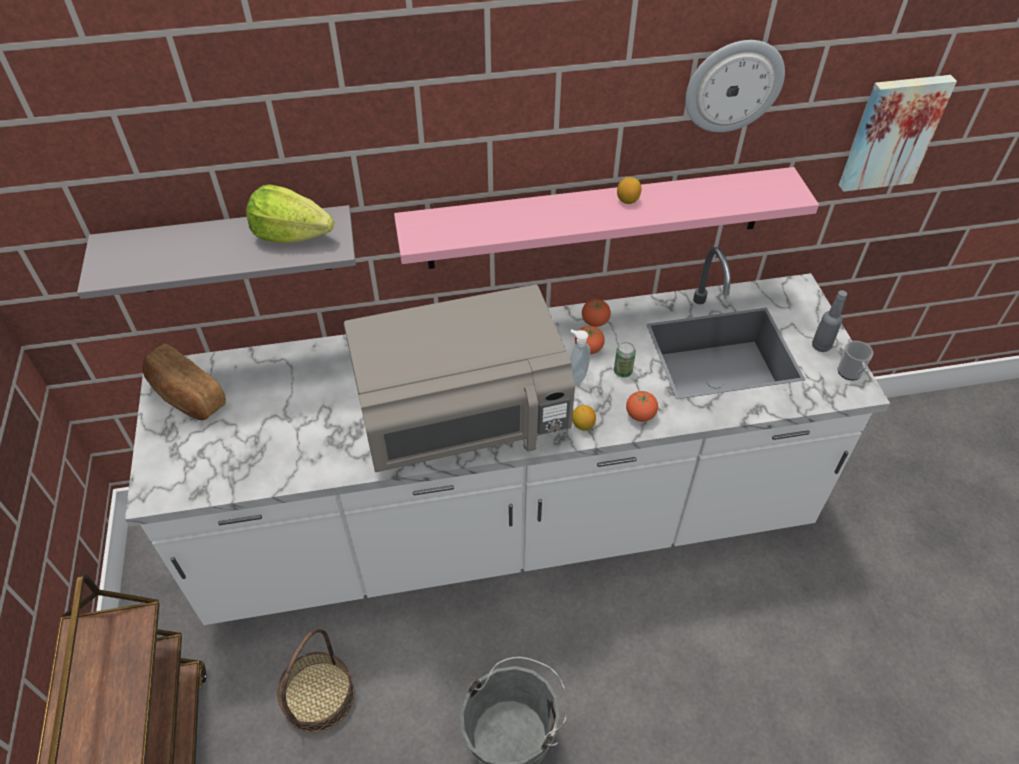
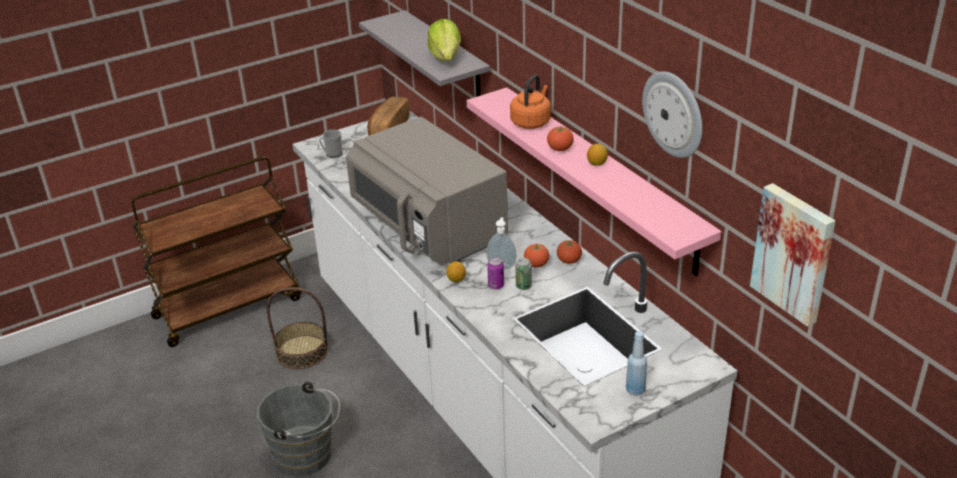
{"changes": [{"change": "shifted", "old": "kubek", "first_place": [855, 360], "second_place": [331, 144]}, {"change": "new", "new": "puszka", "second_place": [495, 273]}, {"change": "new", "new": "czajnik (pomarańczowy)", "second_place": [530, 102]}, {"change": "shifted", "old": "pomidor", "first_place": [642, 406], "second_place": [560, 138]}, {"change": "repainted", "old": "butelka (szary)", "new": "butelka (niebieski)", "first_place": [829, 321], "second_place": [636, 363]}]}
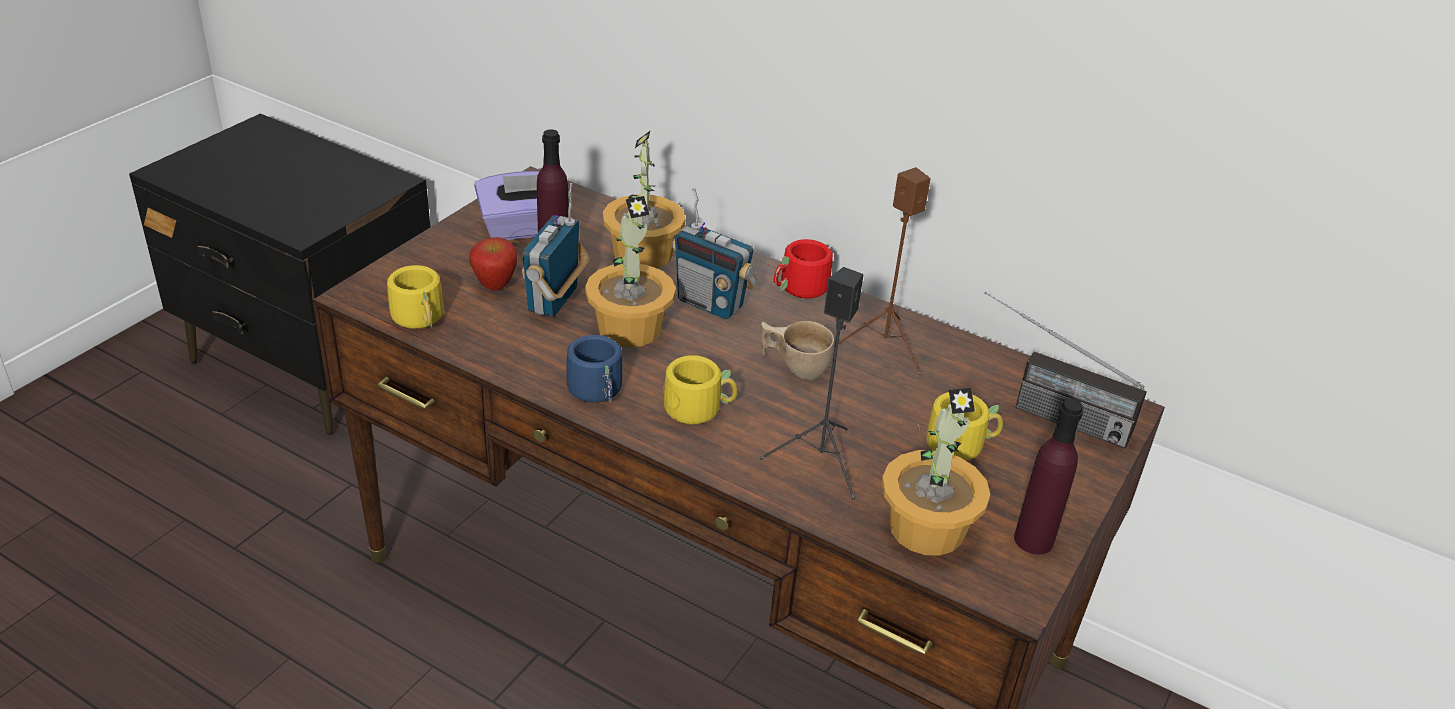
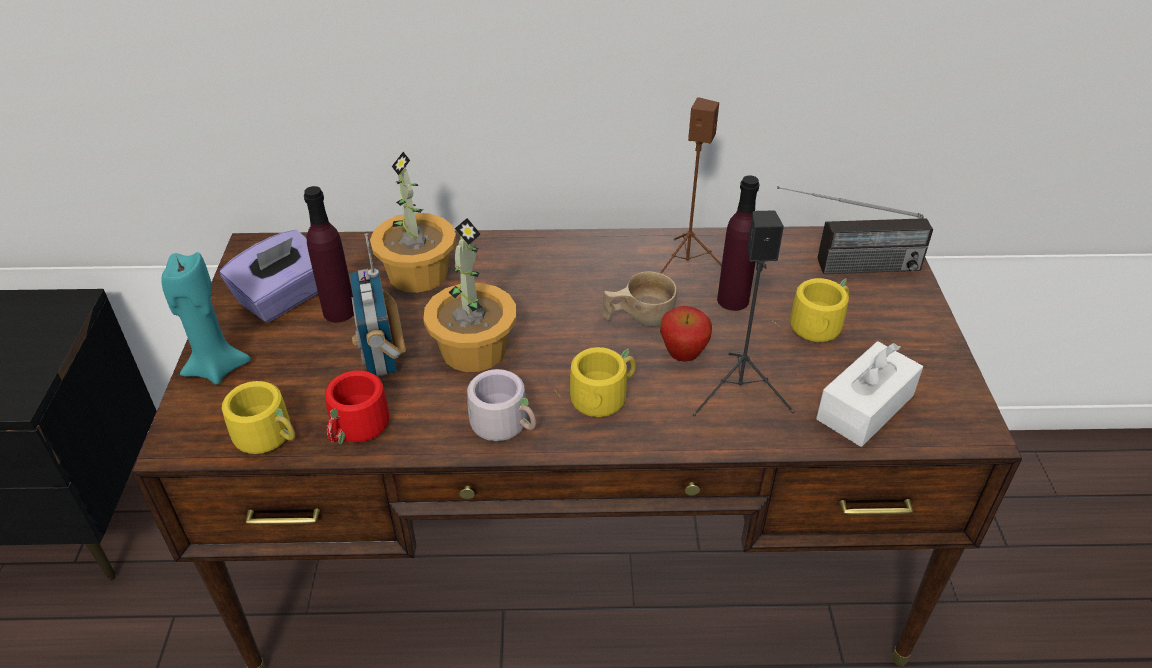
{"changes": [{"change": "new", "new": "świeca (turkusowy)", "second_place": [206, 318]}, {"change": "shifted", "old": "kubek (czerwony)", "first_place": [803, 269], "second_place": [367, 407]}, {"change": "repainted", "old": "kubek (niebieski)", "new": "kubek (szary)", "first_place": [594, 369], "second_place": [501, 405]}, {"change": "shifted", "old": "jabłko", "first_place": [493, 264], "second_place": [686, 334]}, {"change": "shifted", "old": "butelka (fioletowy)", "first_place": [1049, 476], "second_place": [738, 243]}, {"change": "swapped", "old": "roślina doniczkowa", "new": "pudełko chusteczek (biały)", "first_place": [936, 472], "second_place": [869, 394]}, {"change": "gone", "old": "radio", "first_place": [715, 253]}]}
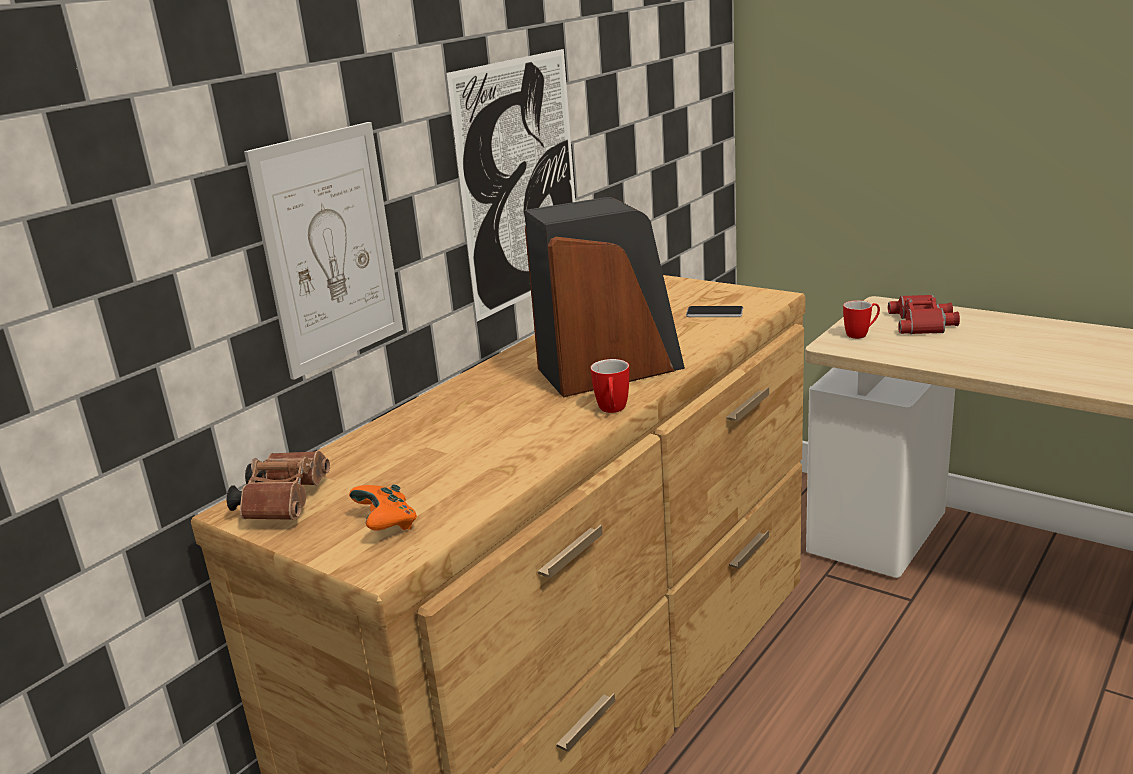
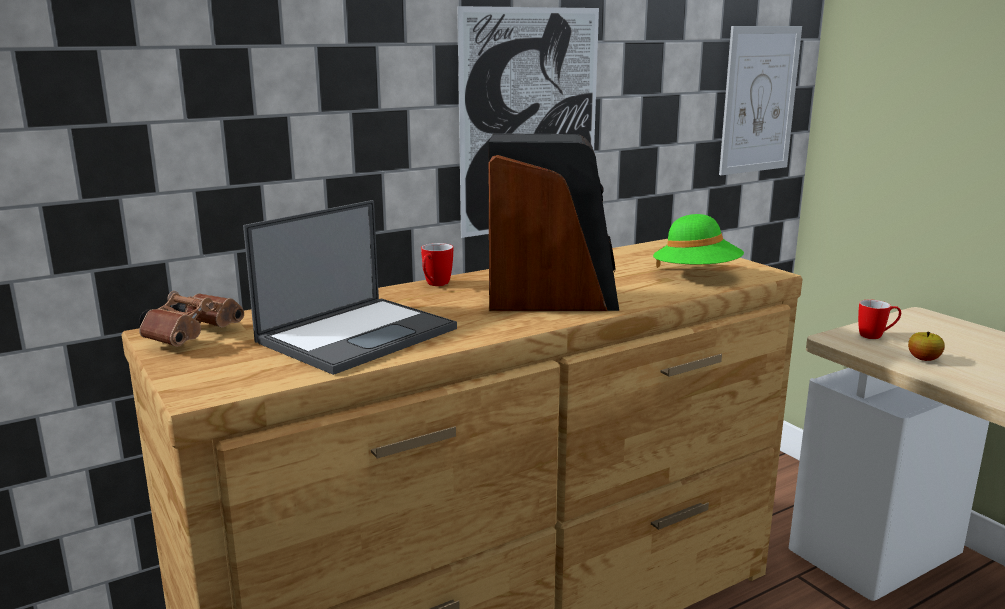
{"changes": [{"change": "new", "new": "laptop", "second_place": [350, 287]}, {"change": "shifted", "old": "kubek", "first_place": [609, 386], "second_place": [437, 264]}, {"change": "swapped", "old": "telefon", "new": "kapelusz (zielony)", "first_place": [714, 311], "second_place": [698, 241]}, {"change": "shifted", "old": "obraz", "first_place": [323, 251], "second_place": [760, 100]}, {"change": "new", "new": "jabłko", "second_place": [926, 346]}, {"change": "gone", "old": "pad do gier (pomarańczowy)", "first_place": [383, 507]}, {"change": "gone", "old": "lornetka (czerwony)", "first_place": [924, 314]}]}
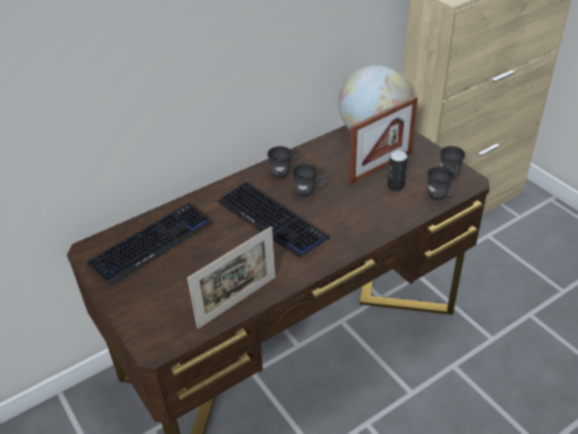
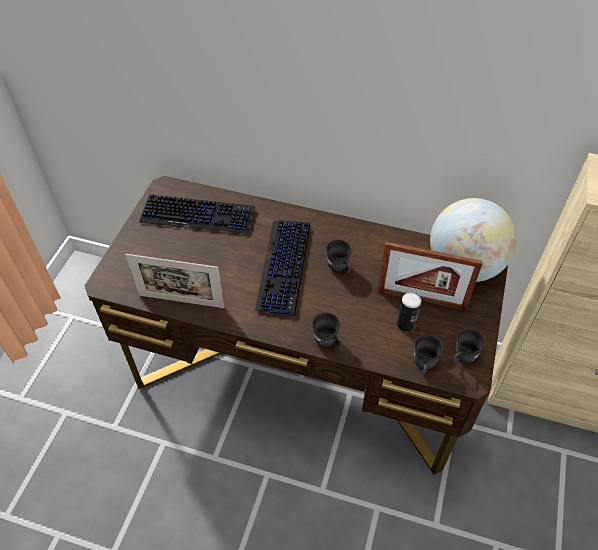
{"changes": [{"change": "shifted", "old": "kubek (szary)", "first_place": [284, 162], "second_place": [327, 330]}]}
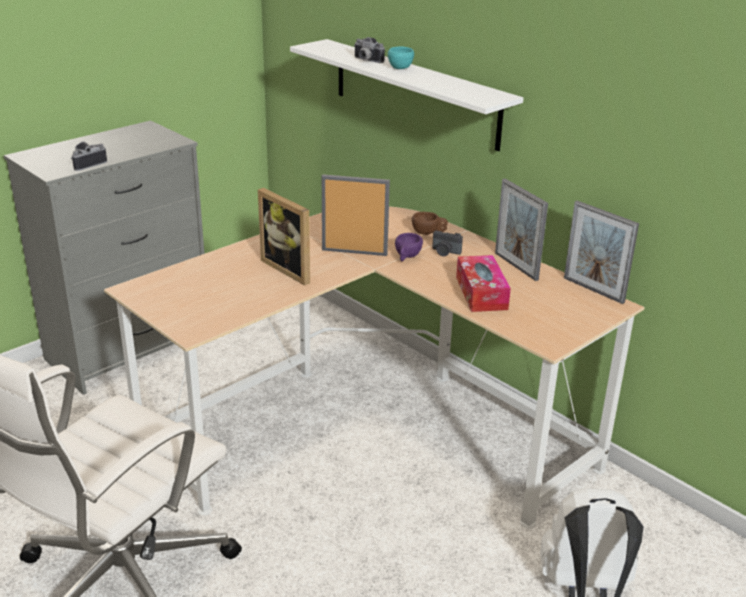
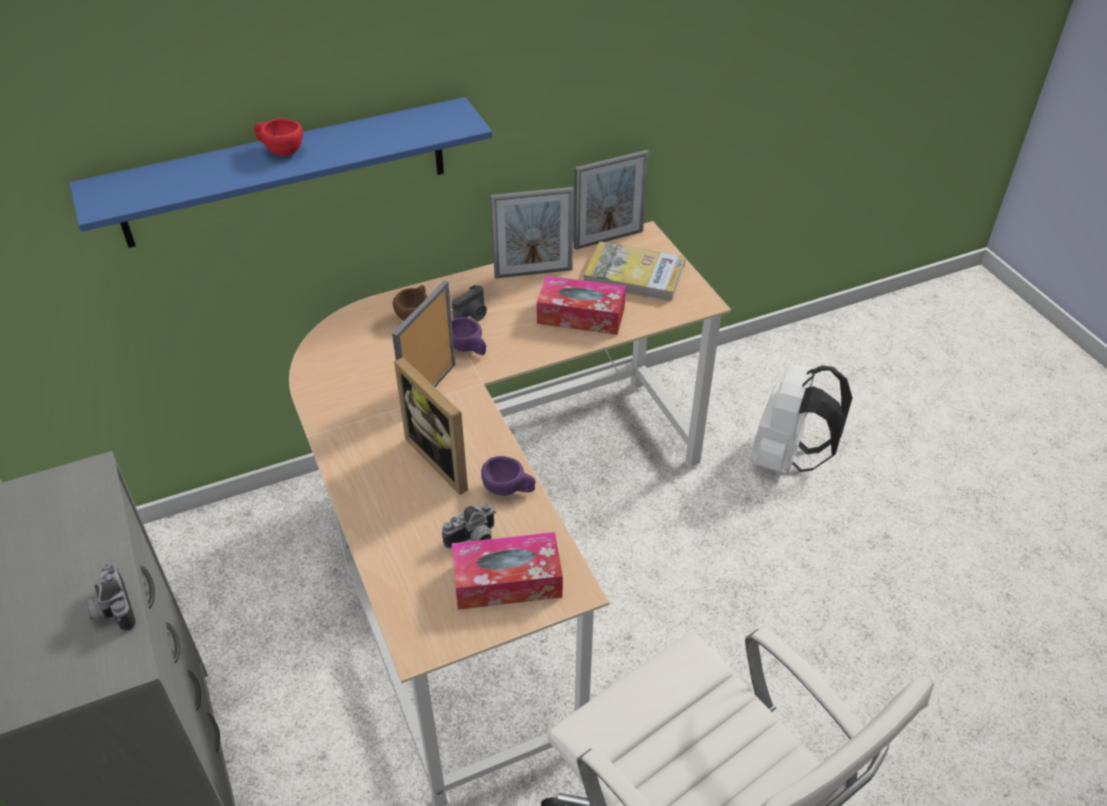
{"changes": [{"change": "repainted", "old": "półka (biały)", "new": "półka (niebieski)", "first_place": [407, 95], "second_place": [280, 172]}, {"change": "repainted", "old": "filiżanka (turkusowy)", "new": "filiżanka (czerwony)", "first_place": [401, 57], "second_place": [278, 137]}, {"change": "rotated", "old": "ramka na zdjęcie", "first_place": [284, 237], "second_place": [431, 426], "degrees": 75}, {"change": "shifted", "old": "aparat fotograficzny", "first_place": [369, 50], "second_place": [469, 526]}, {"change": "new", "new": "pudełko chusteczek", "second_place": [507, 571]}, {"change": "new", "new": "filiżanka (fioletowy)", "second_place": [508, 476]}, {"change": "new", "new": "książka", "second_place": [634, 272]}]}
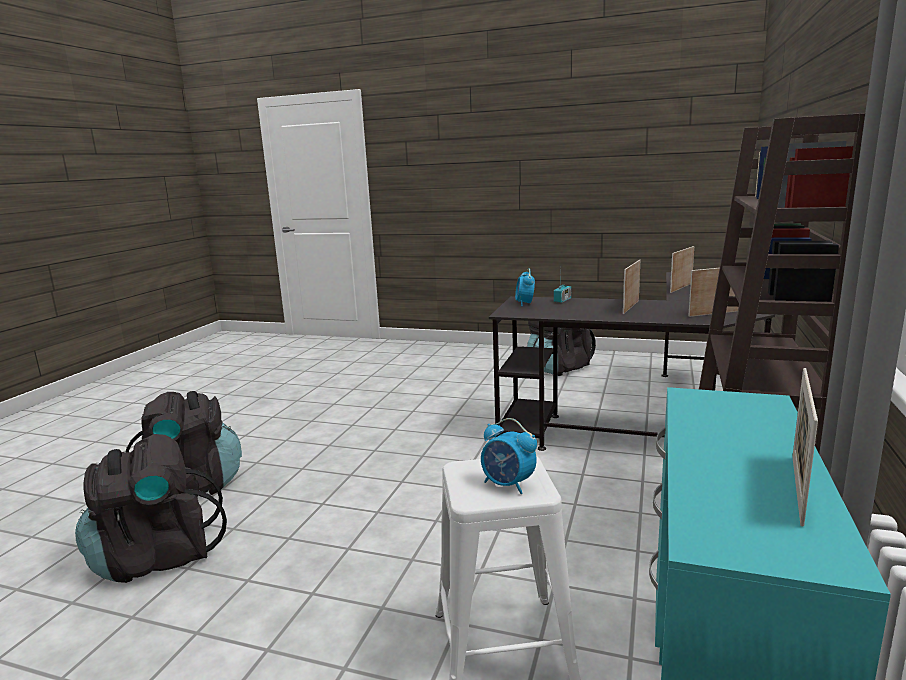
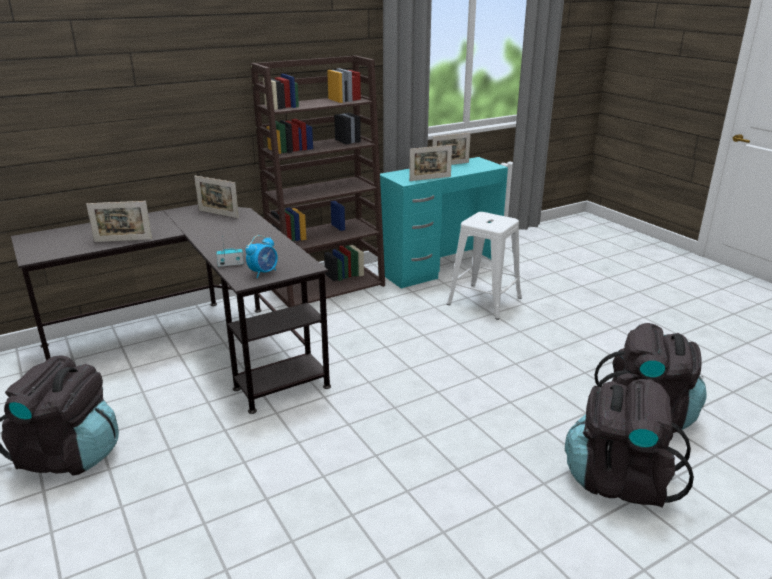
{"changes": [{"change": "shifted", "old": "ramka na zdjęcie", "first_place": [631, 286], "second_place": [430, 163]}, {"change": "gone", "old": "budzik", "first_place": [509, 456]}]}
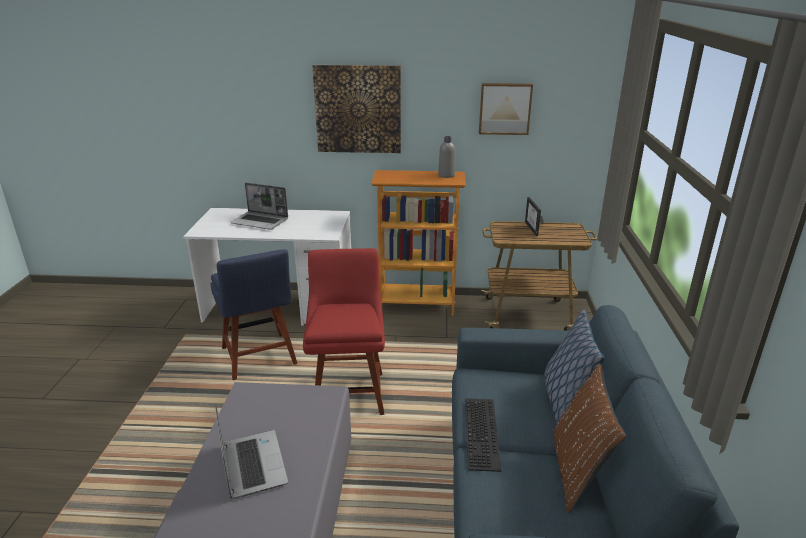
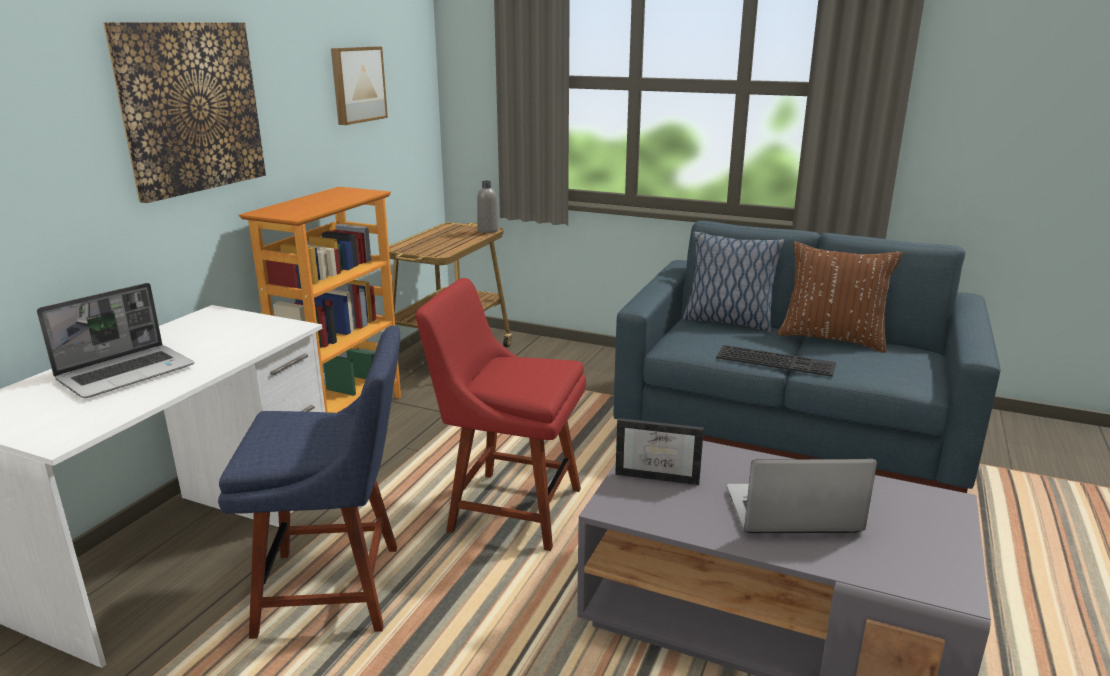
{"changes": [{"change": "shifted", "old": "butelka (szary)", "first_place": [446, 157], "second_place": [488, 207]}, {"change": "shifted", "old": "ramka na zdjęcie", "first_place": [534, 216], "second_place": [659, 451]}]}
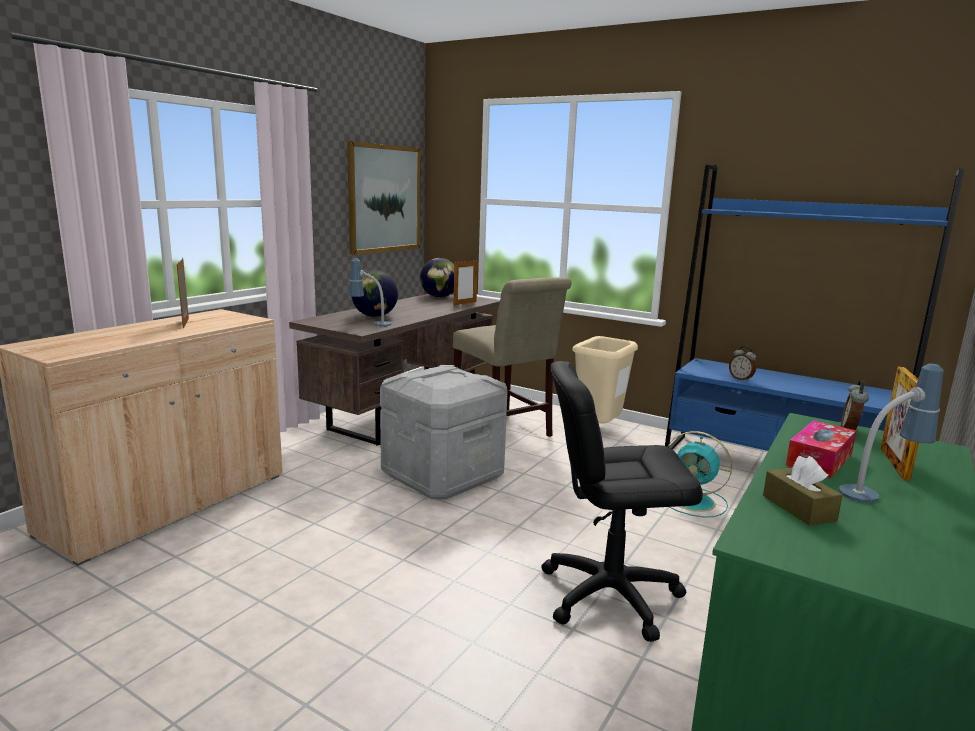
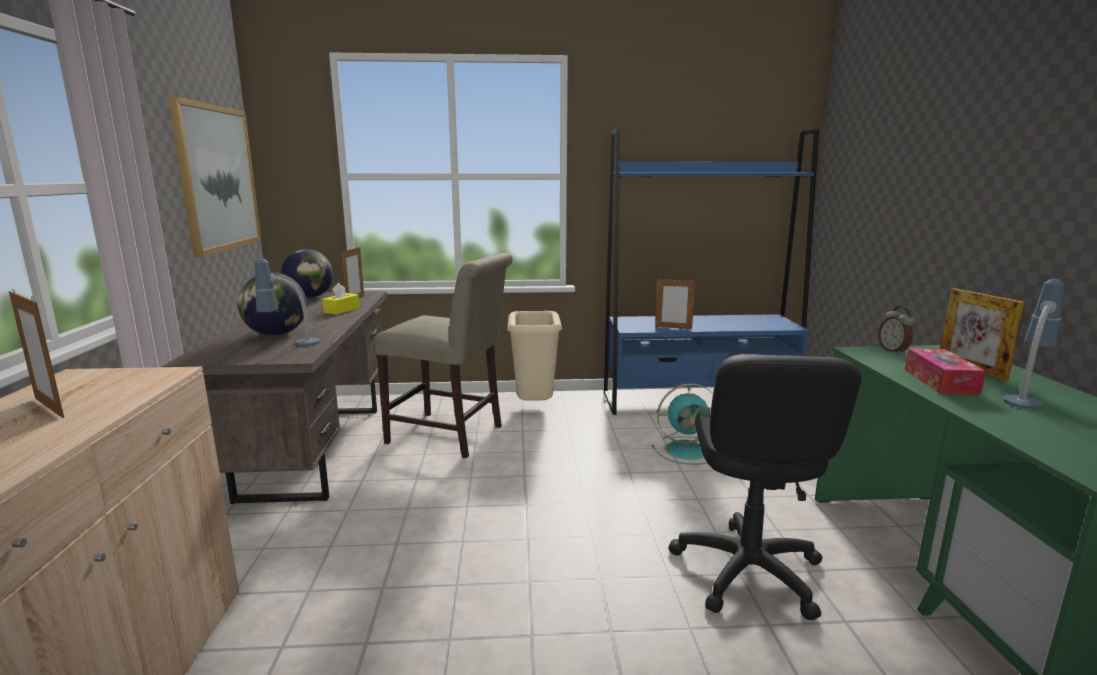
{"changes": [{"change": "new", "new": "pudełko chusteczek (żółty)", "second_place": [341, 299]}, {"change": "swapped", "old": "budzik", "new": "ramka na zdjęcie", "first_place": [742, 363], "second_place": [675, 304]}, {"change": "rotated", "old": "krzesło biurowe (czarny)", "first_place": [622, 501], "second_place": [765, 487], "degrees": -45}, {"change": "gone", "old": "pojemnik do przechowywania (szary)", "first_place": [443, 432]}, {"change": "gone", "old": "pudełko chusteczek (brązowy)", "first_place": [803, 491]}]}
